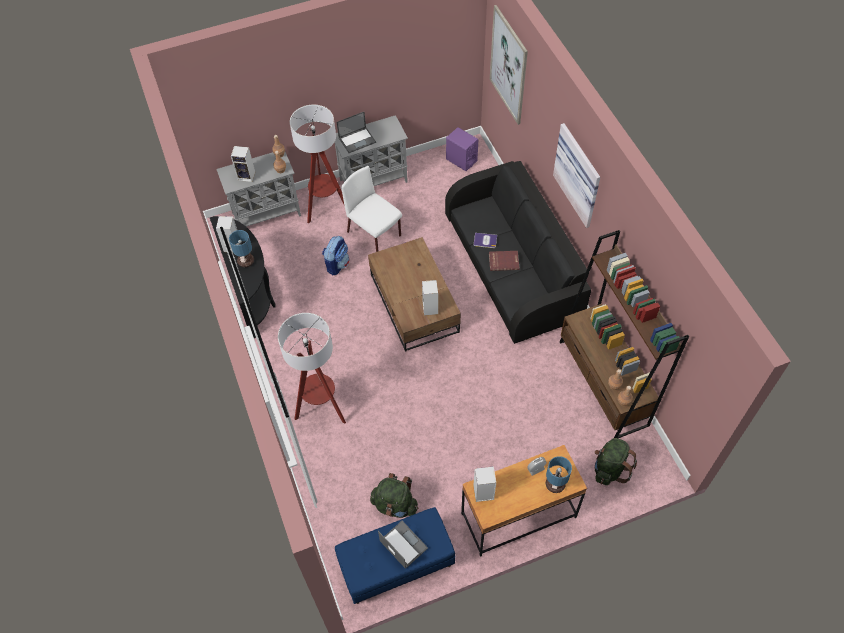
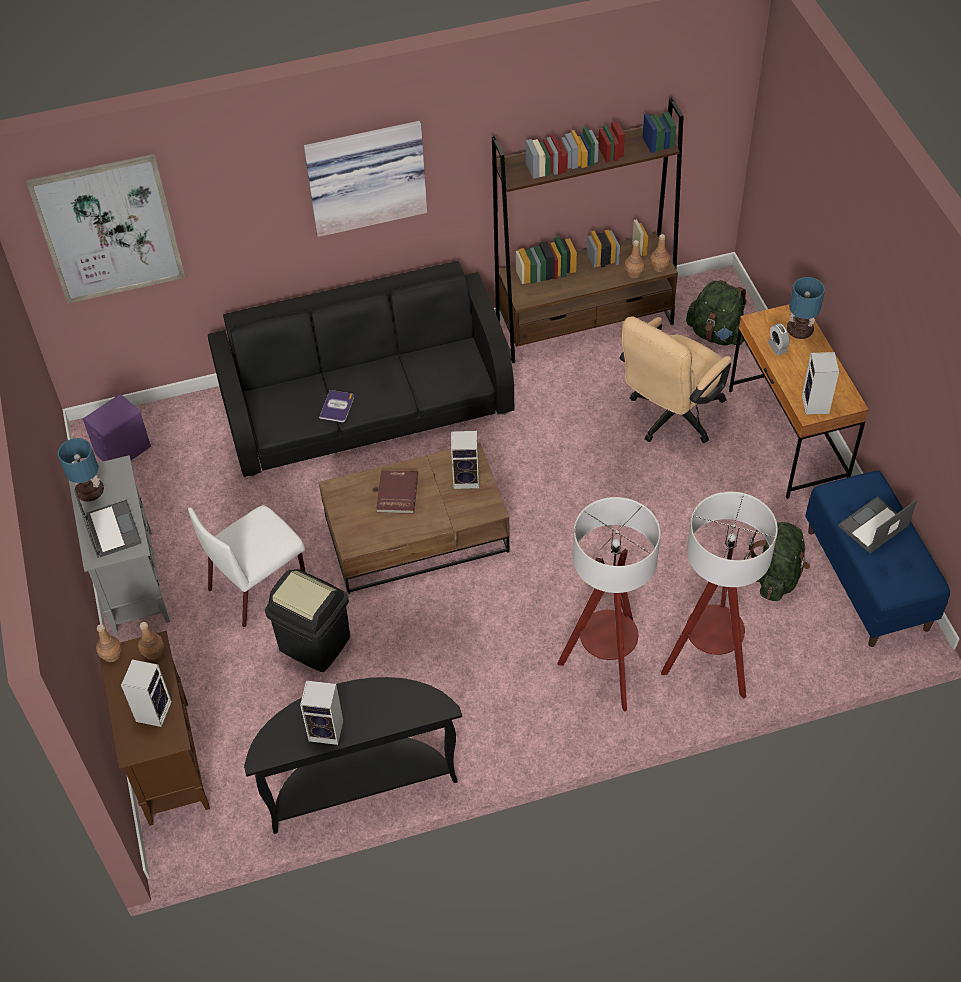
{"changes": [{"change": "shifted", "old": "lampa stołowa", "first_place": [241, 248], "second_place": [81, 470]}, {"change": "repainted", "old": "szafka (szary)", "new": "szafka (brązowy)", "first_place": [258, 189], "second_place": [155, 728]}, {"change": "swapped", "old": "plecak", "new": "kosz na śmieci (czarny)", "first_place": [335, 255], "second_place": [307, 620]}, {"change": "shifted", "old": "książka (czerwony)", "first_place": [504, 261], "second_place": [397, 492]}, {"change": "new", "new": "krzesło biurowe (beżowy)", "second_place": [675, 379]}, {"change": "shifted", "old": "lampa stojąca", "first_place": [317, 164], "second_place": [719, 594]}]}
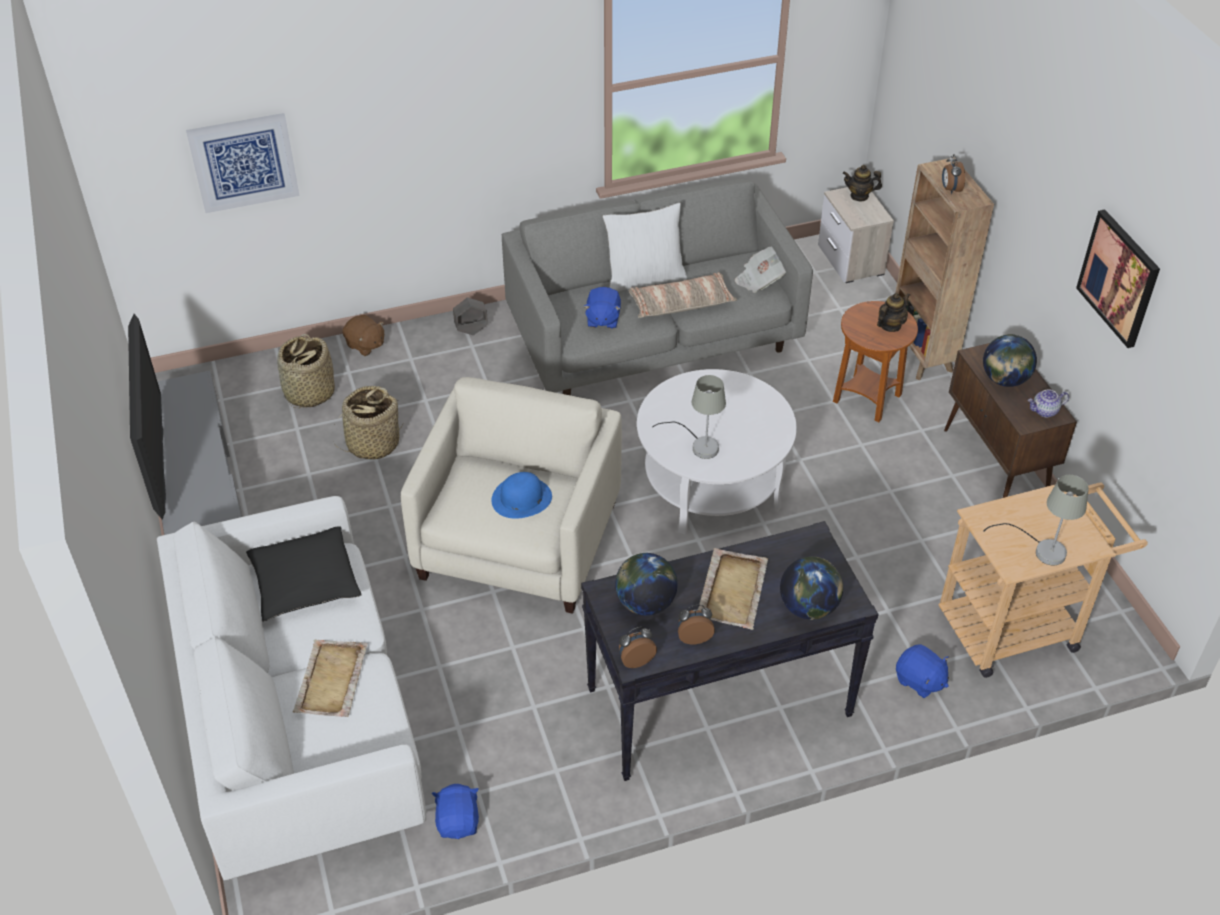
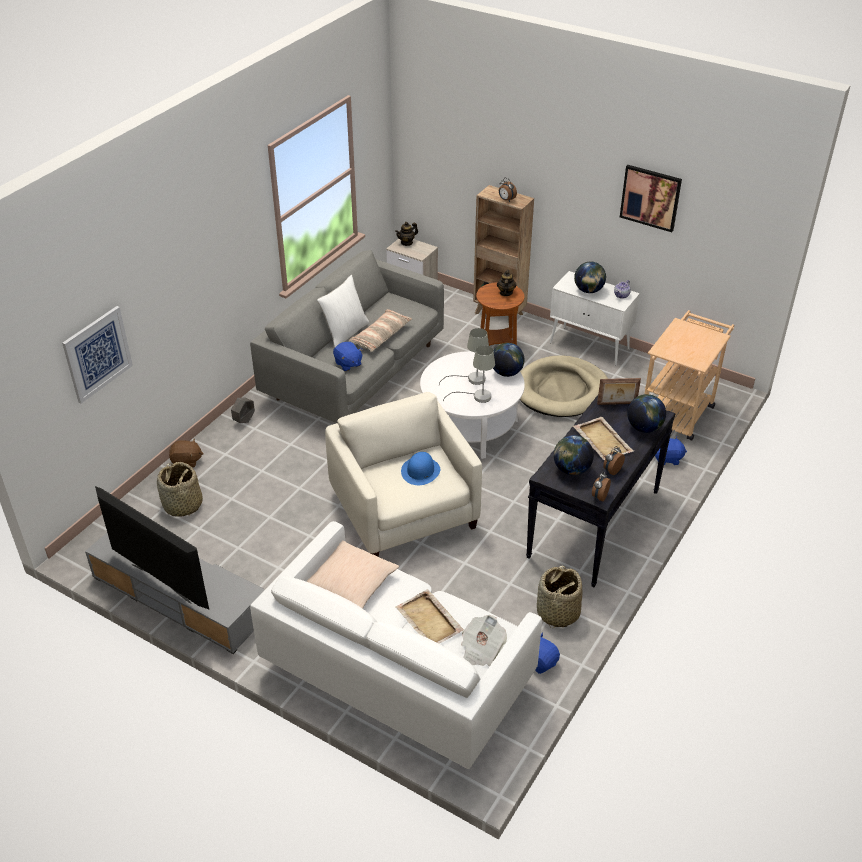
{"changes": [{"change": "repainted", "old": "poduszka (czarny)", "new": "poduszka (beżowy)", "first_place": [304, 574], "second_place": [352, 574]}, {"change": "shifted", "old": "lampa stołowa (szary)", "first_place": [1036, 520], "second_place": [464, 356]}, {"change": "shifted", "old": "gazeta", "first_place": [760, 270], "second_place": [484, 640]}, {"change": "new", "new": "globus", "second_place": [508, 360]}, {"change": "new", "new": "legowisko (beżowy)", "second_place": [564, 386]}, {"change": "shifted", "old": "koszyk", "first_place": [367, 423], "second_place": [560, 597]}, {"change": "repainted", "old": "szafka (brązowy)", "new": "szafka (biały)", "first_place": [1010, 420], "second_place": [595, 318]}, {"change": "new", "new": "ramka na zdjęcie", "second_place": [619, 391]}]}
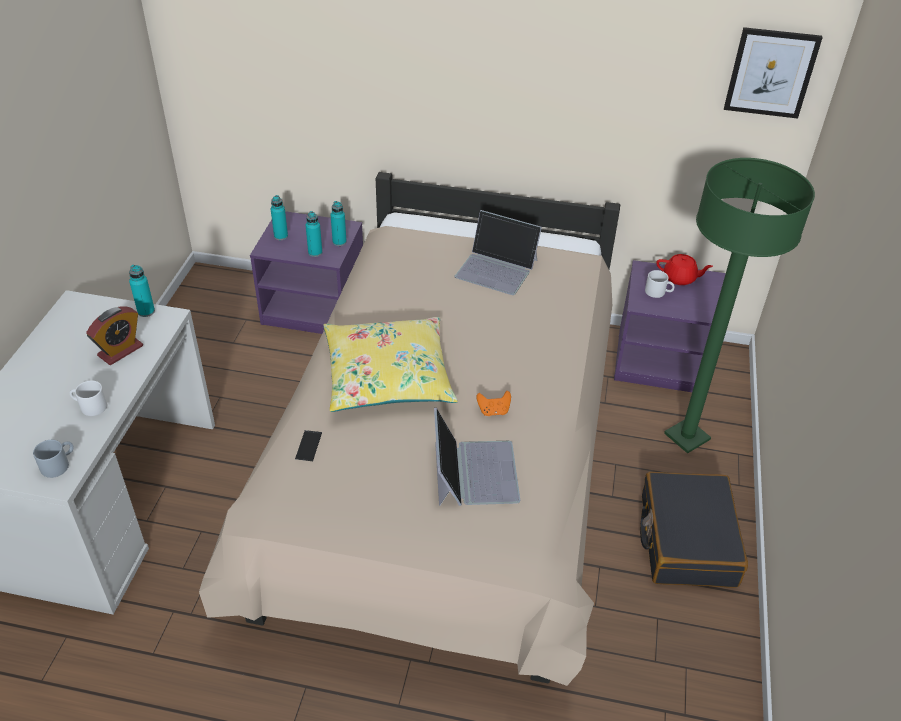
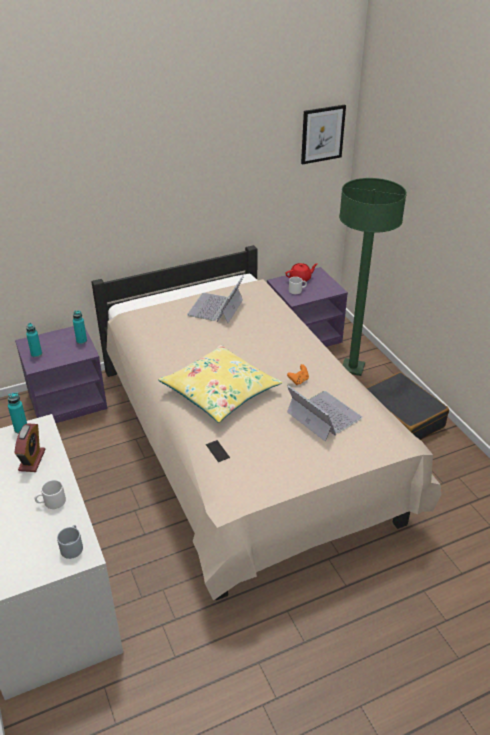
{"changes": [{"change": "rotated", "old": "laptop", "first_place": [498, 252], "second_place": [215, 299], "degrees": 120}, {"change": "gone", "old": "butelka (turkusowy)", "first_place": [314, 234]}]}
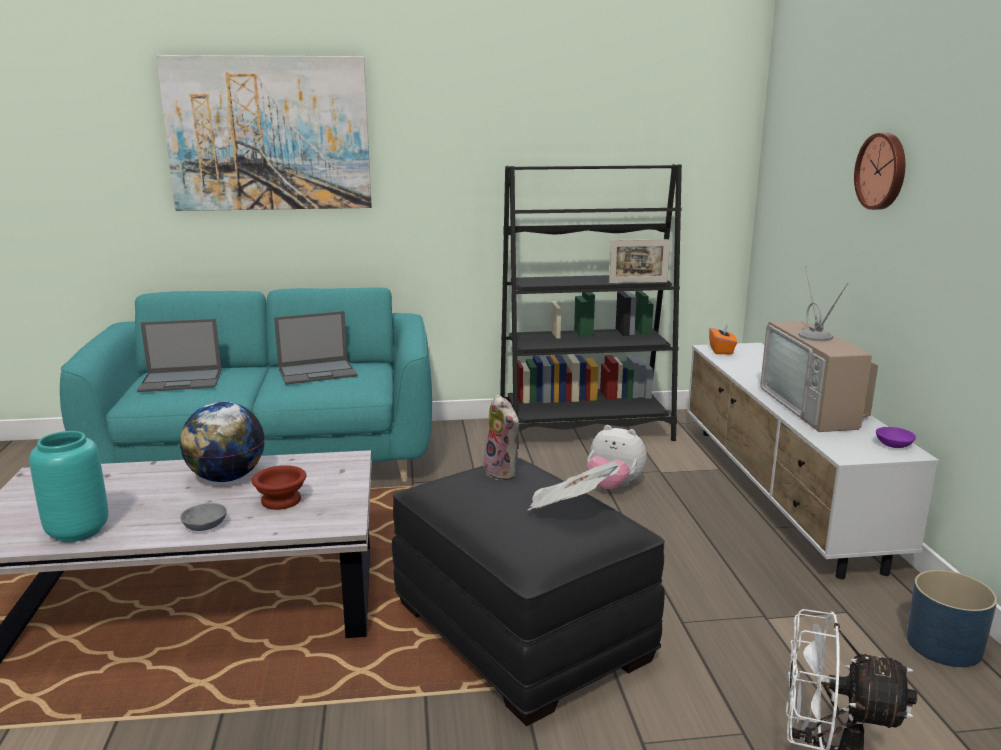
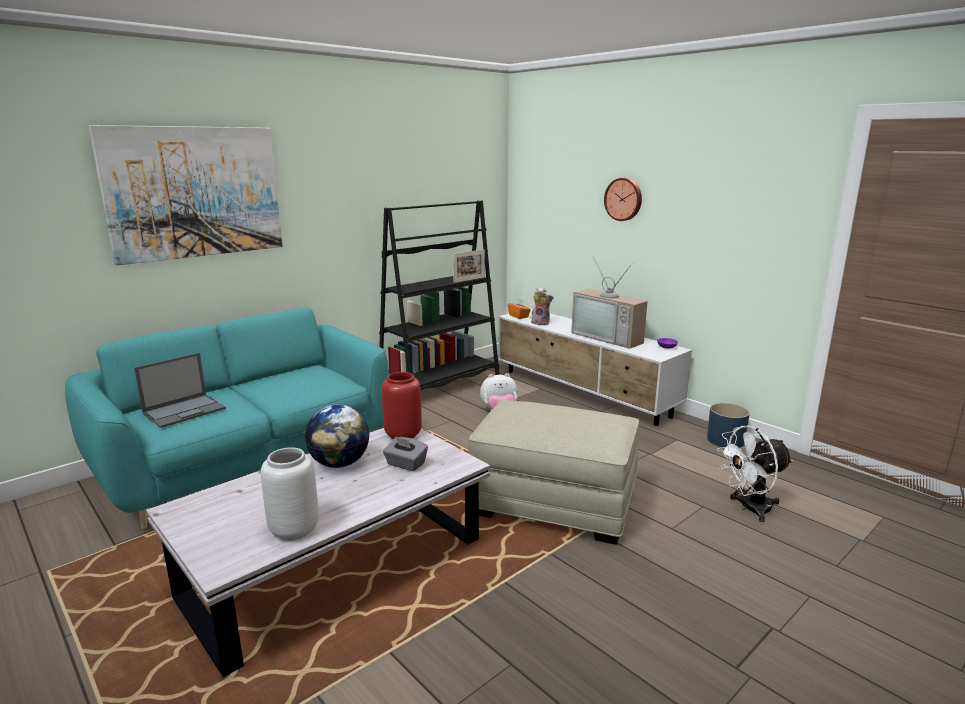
{"changes": [{"change": "repainted", "old": "wazon (turkusowy)", "new": "wazon (szary)", "first_place": [69, 486], "second_place": [289, 493]}, {"change": "new", "new": "wazon (czerwony)", "second_place": [402, 405]}, {"change": "swapped", "old": "miska (brązowy)", "new": "pudełko chusteczek (szary)", "first_place": [279, 487], "second_place": [405, 453]}, {"change": "repainted", "old": "pufa (czarny)", "new": "pufa (beżowy)", "first_place": [528, 592], "second_place": [553, 472]}, {"change": "shifted", "old": "pluszak", "first_place": [501, 437], "second_place": [542, 306]}, {"change": "gone", "old": "miska (szary)", "first_place": [203, 517]}, {"change": "gone", "old": "laptop", "first_place": [316, 348]}, {"change": "gone", "old": "gazeta", "first_place": [573, 486]}]}
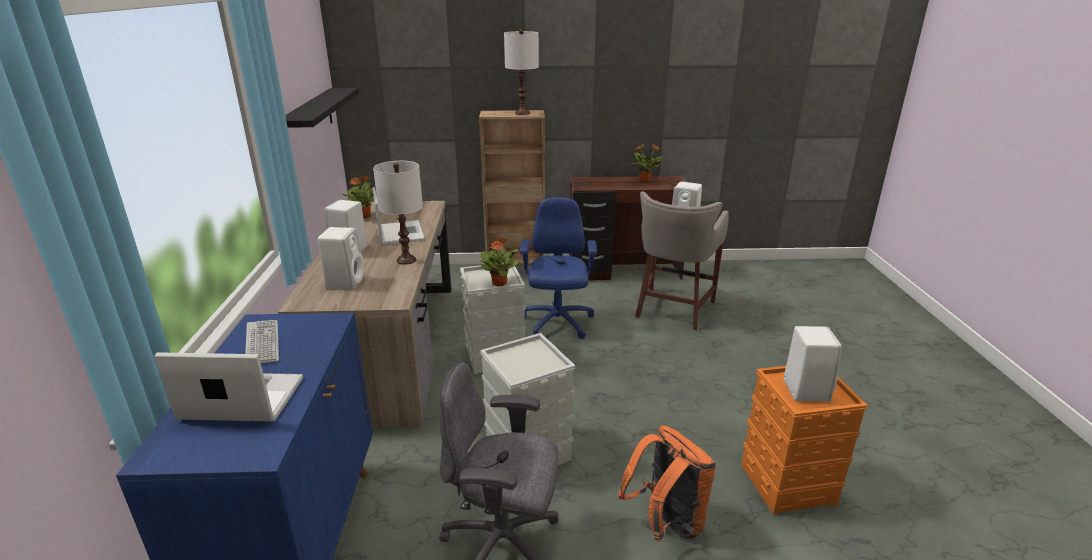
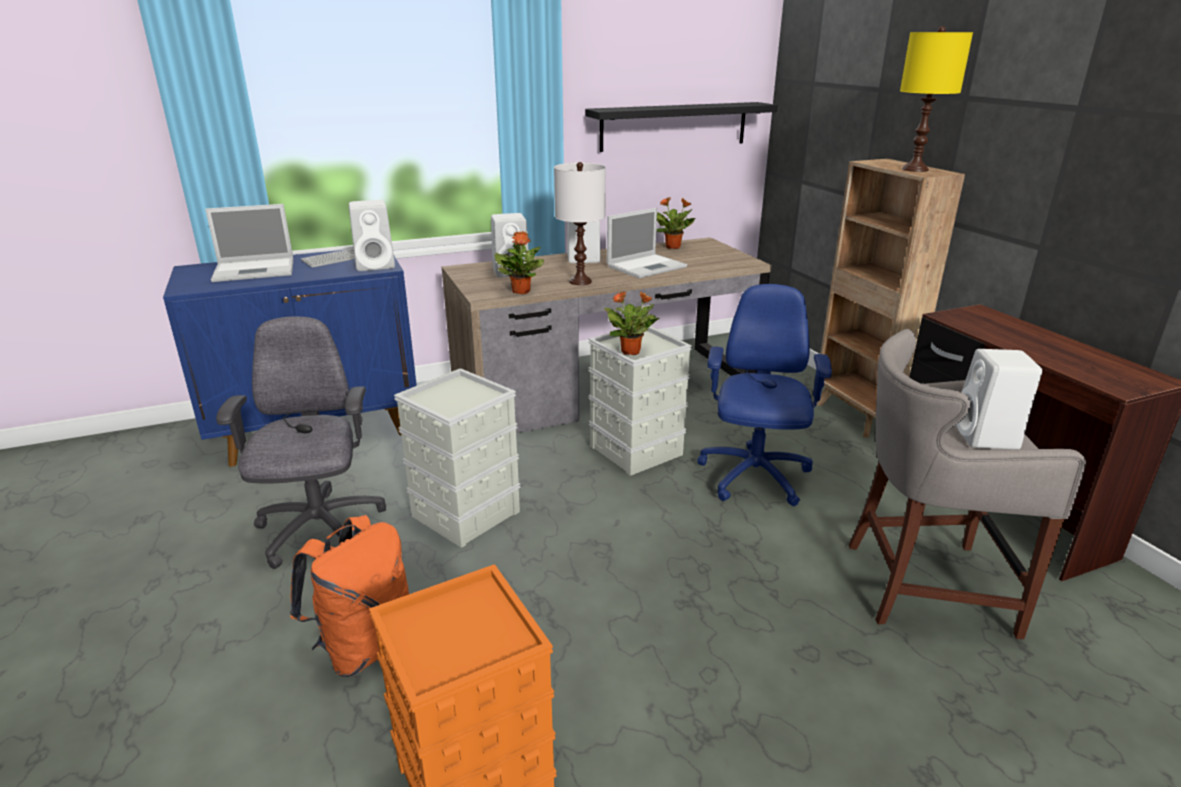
{"changes": [{"change": "rotated", "old": "laptop", "first_place": [228, 387], "second_place": [249, 243], "degrees": 90}, {"change": "shifted", "old": "głośnik (biały)", "first_place": [812, 364], "second_place": [372, 235]}, {"change": "shifted", "old": "roślina doniczkowa", "first_place": [647, 163], "second_place": [519, 262]}, {"change": "rotated", "old": "krzesło biurowe (niebieski)", "first_place": [558, 268], "second_place": [764, 395], "degrees": -60}, {"change": "repainted", "old": "lampa stołowa (biały)", "new": "lampa stołowa (żółty)", "first_place": [521, 72], "second_place": [936, 99]}]}
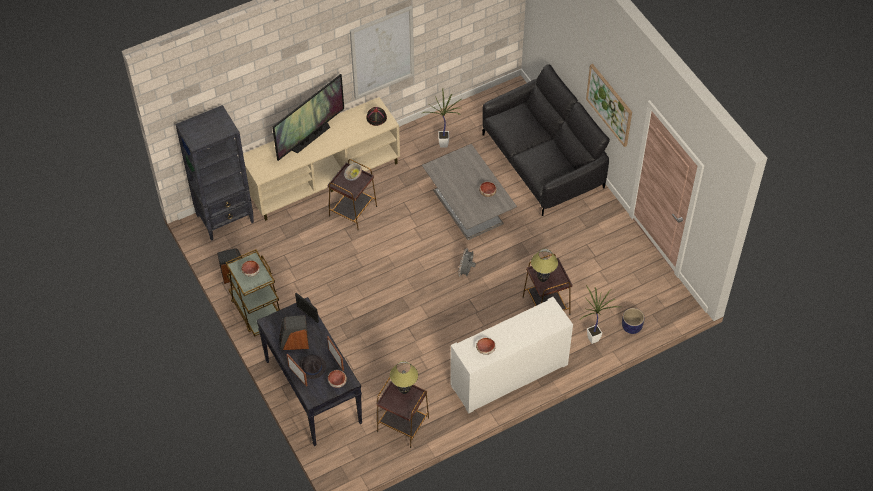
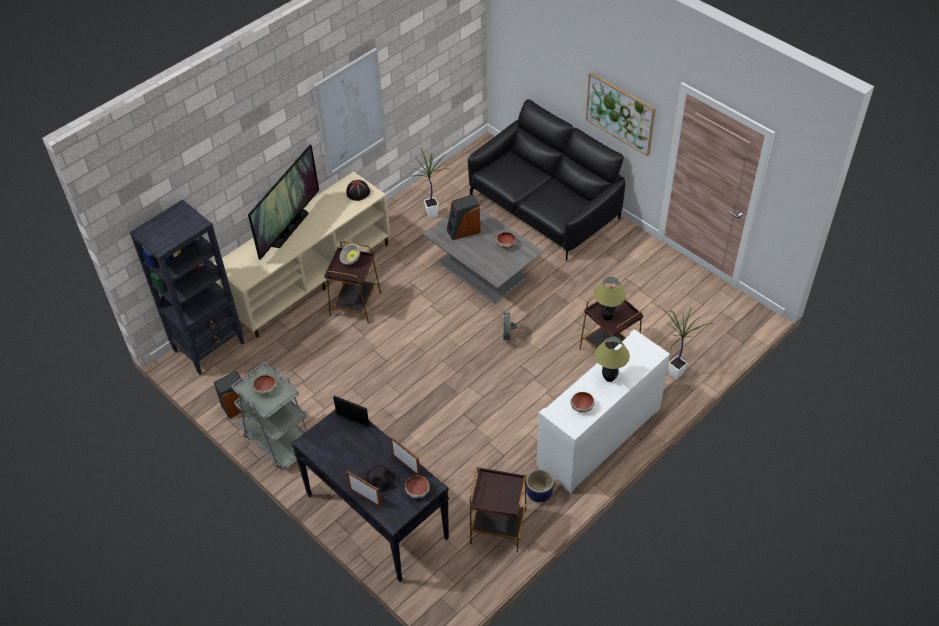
{"changes": [{"change": "repainted", "old": "wózek (brązowy)", "new": "wózek (szary)", "first_place": [253, 293], "second_place": [269, 416]}, {"change": "shifted", "old": "głośnik", "first_place": [294, 332], "second_place": [464, 217]}, {"change": "shifted", "old": "donica", "first_place": [633, 321], "second_place": [540, 485]}, {"change": "shifted", "old": "lampa stołowa", "first_place": [404, 377], "second_place": [612, 359]}]}
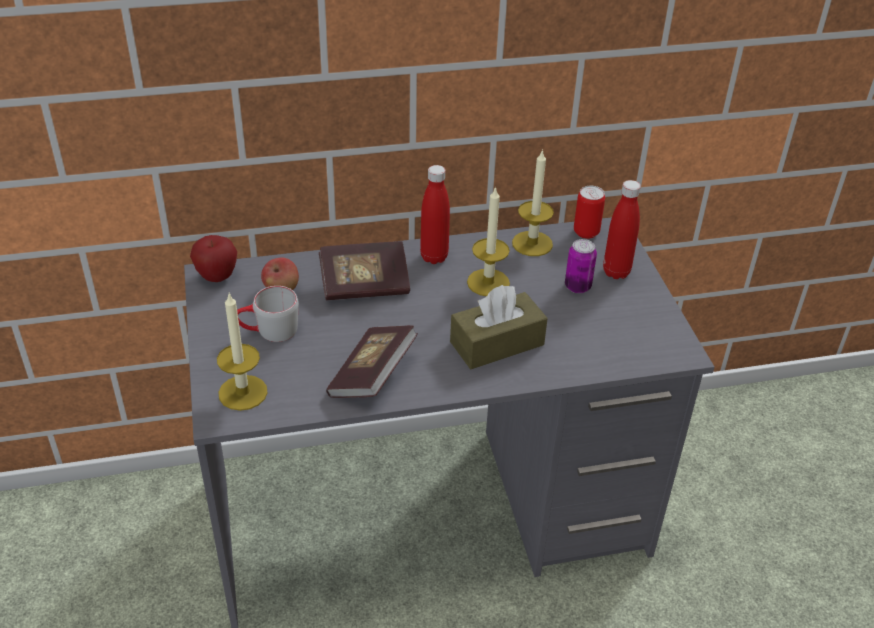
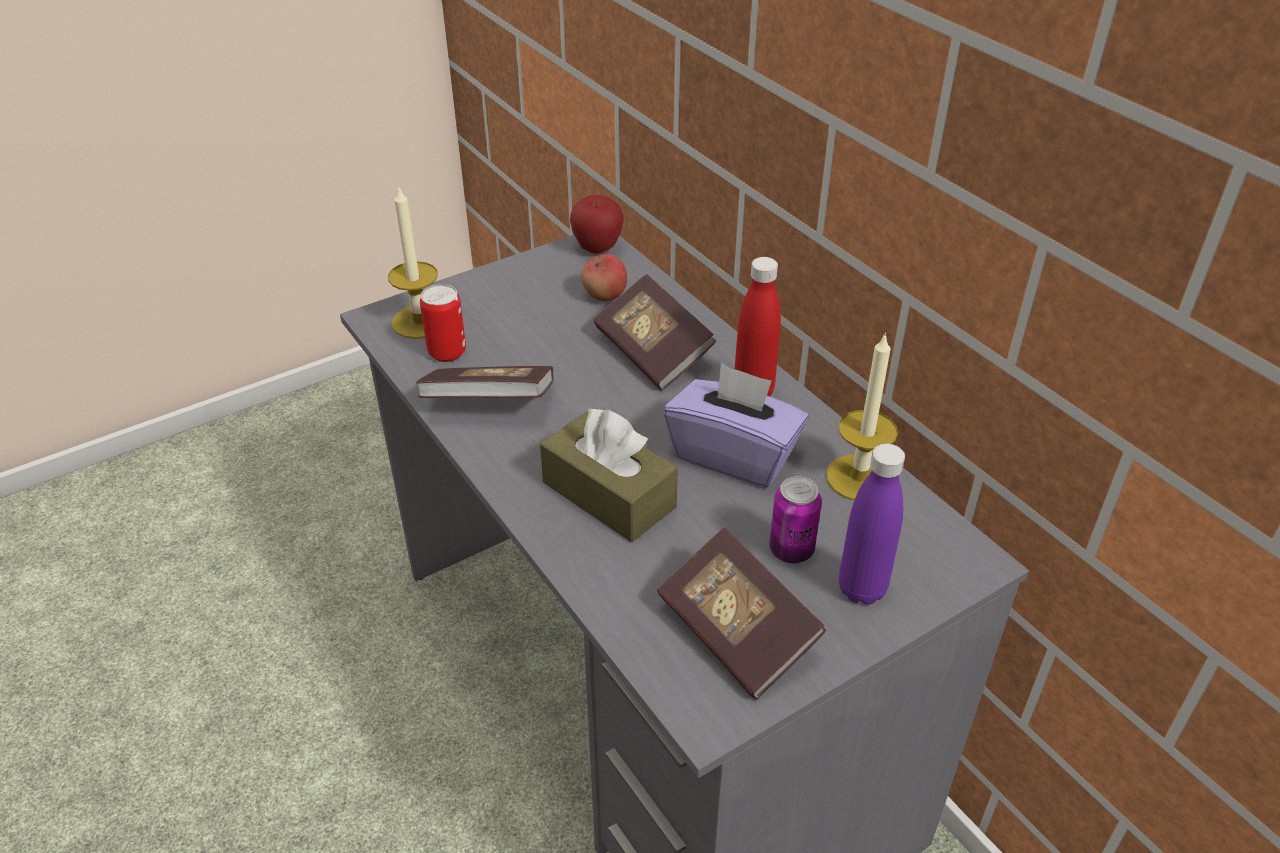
{"changes": [{"change": "shifted", "old": "puszka", "first_place": [589, 212], "second_place": [443, 323]}, {"change": "new", "new": "książka", "second_place": [741, 614]}, {"change": "swapped", "old": "świeca", "new": "pudełko chusteczek (fioletowy)", "first_place": [488, 241], "second_place": [736, 425]}, {"change": "repainted", "old": "butelka (czerwony)", "new": "butelka (fioletowy)", "first_place": [622, 229], "second_place": [872, 524]}, {"change": "gone", "old": "kubek (szary)", "first_place": [268, 314]}]}
